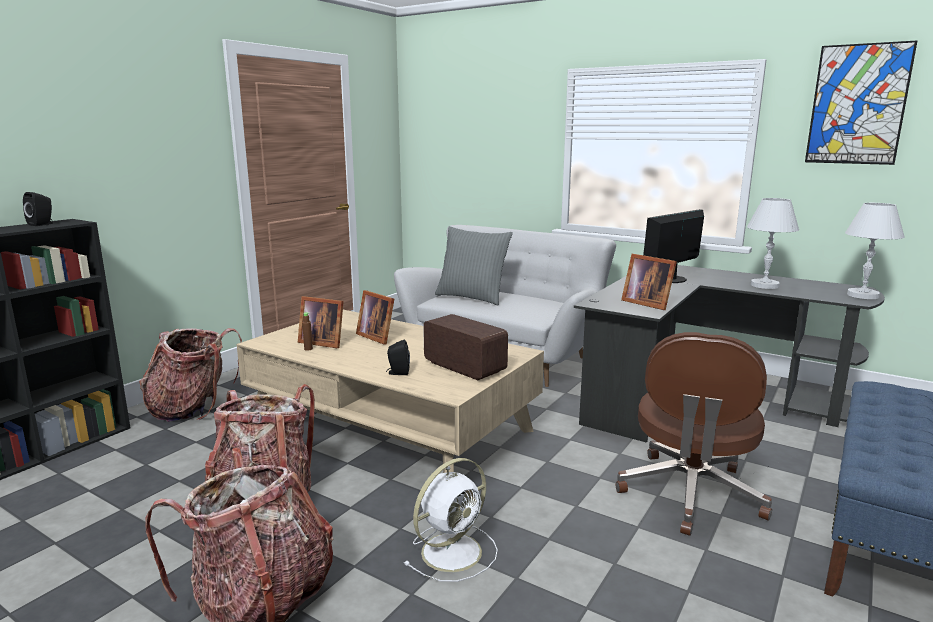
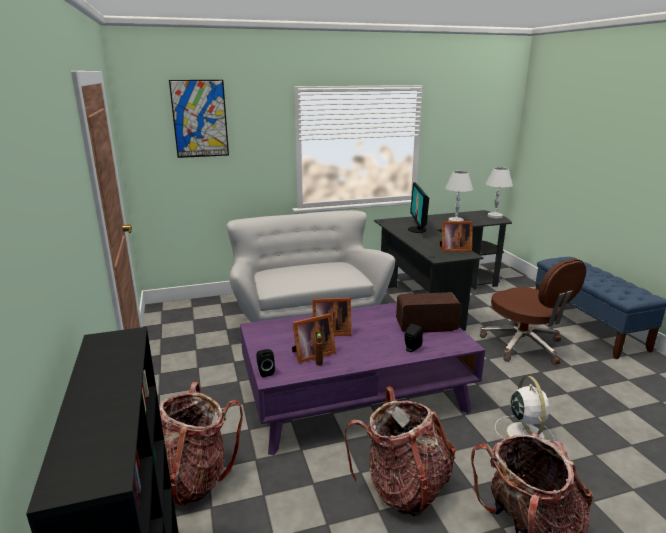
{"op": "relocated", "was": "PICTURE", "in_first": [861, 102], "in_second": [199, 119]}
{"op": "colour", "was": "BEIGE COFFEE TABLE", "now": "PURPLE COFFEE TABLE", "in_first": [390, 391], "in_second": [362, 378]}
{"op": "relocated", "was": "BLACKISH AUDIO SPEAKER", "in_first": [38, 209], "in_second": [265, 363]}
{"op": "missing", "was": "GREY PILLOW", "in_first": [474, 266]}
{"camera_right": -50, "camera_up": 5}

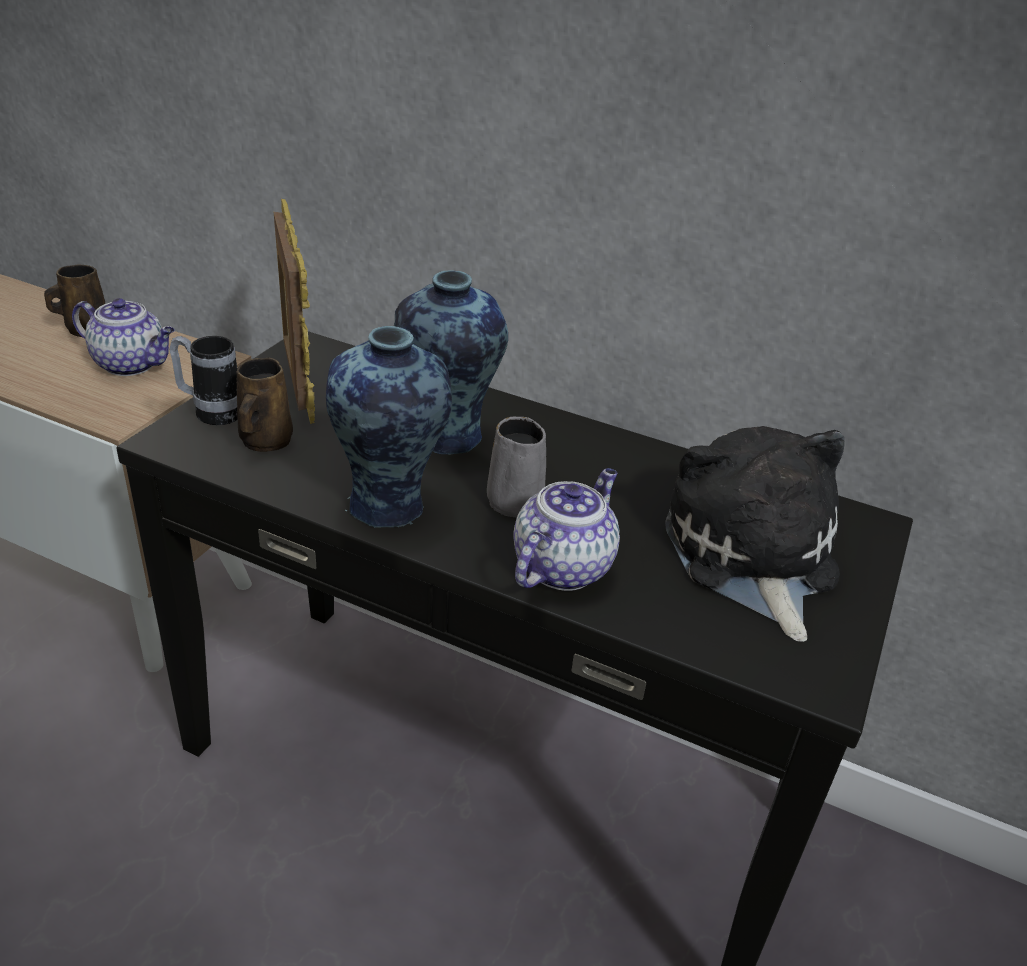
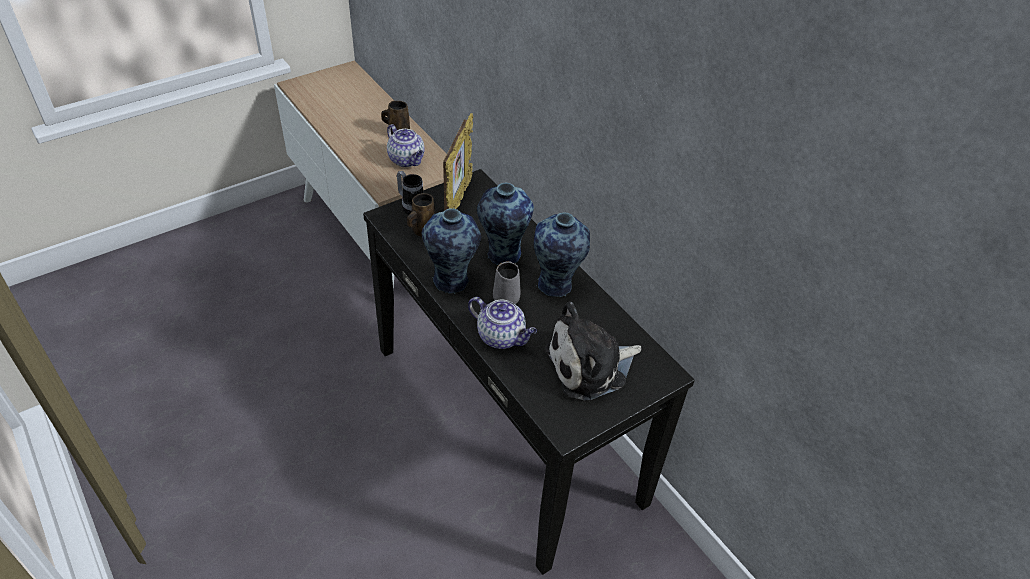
{"op": "spun", "was": "TEAPOT", "in_first": [566, 529], "in_second": [502, 323], "clockwise": 60}
{"op": "appeared", "now": "VASE", "in_second": [562, 254]}
{"op": "spun", "was": "SOFT TOY", "in_first": [755, 534], "in_second": [593, 351], "clockwise": -135}
{"camera_right": 30, "camera_up": 10}

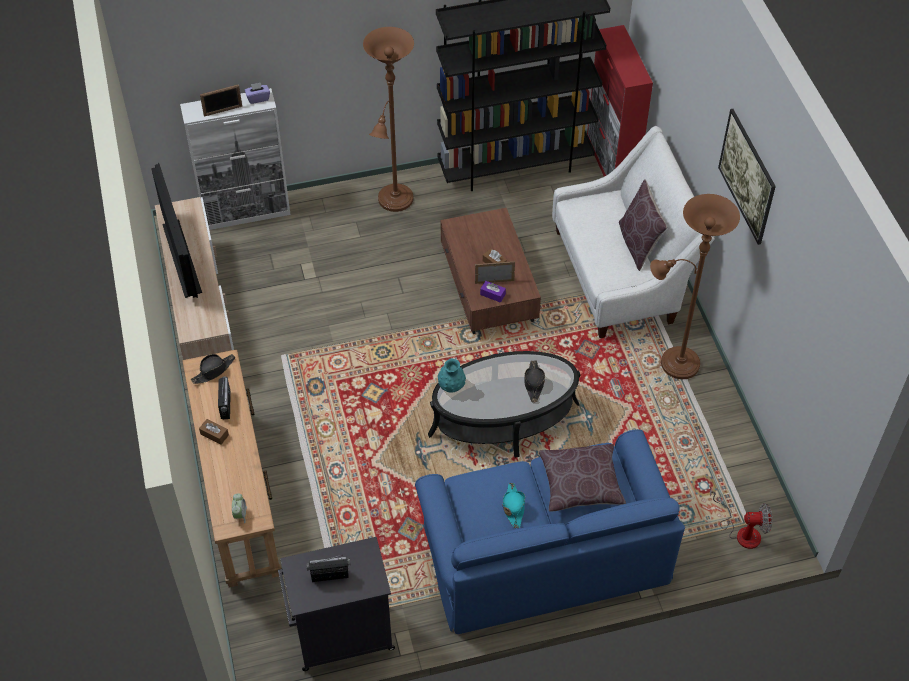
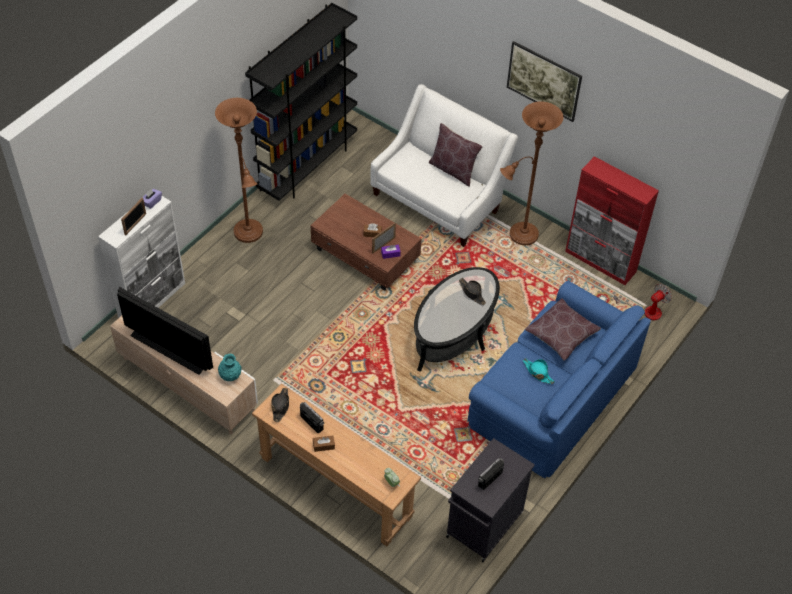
{"op": "relocated", "was": "TURQUOISE VASE", "in_first": [452, 375], "in_second": [230, 367]}
{"op": "relocated", "was": "RED STORAGE CABINET", "in_first": [620, 101], "in_second": [612, 220]}
{"camera_right": -40, "camera_up": 0}

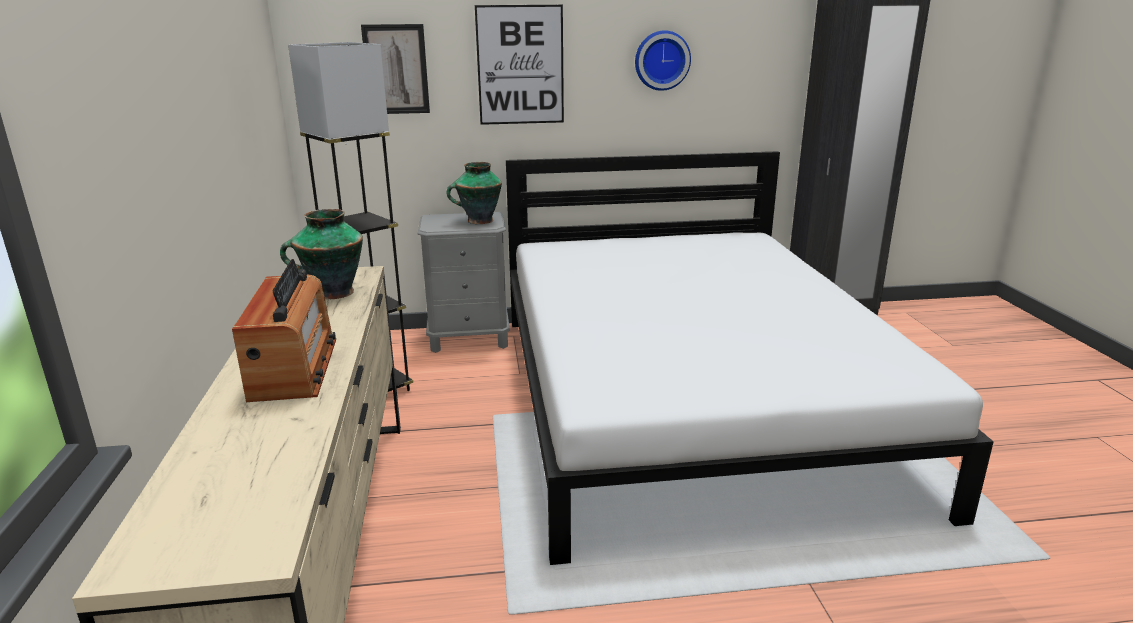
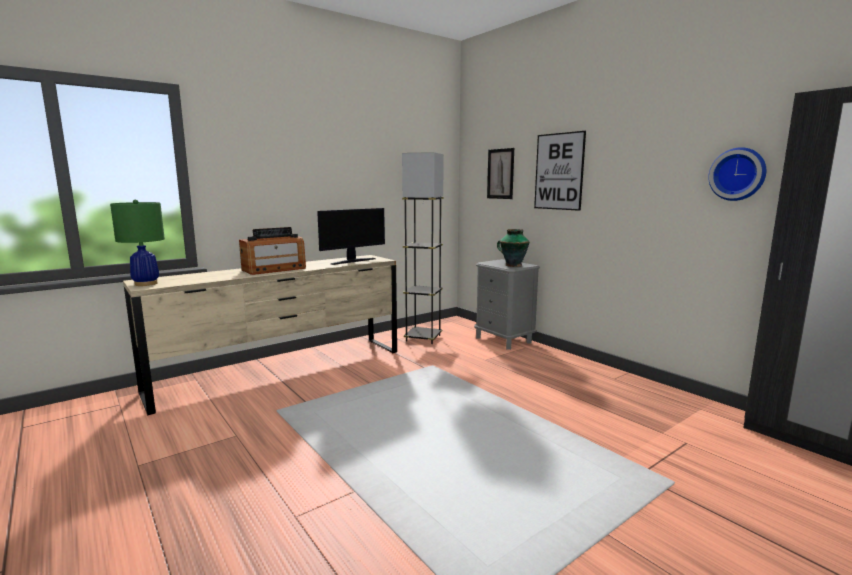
{"op": "appeared", "now": "GREENISH LAMP FOR A TABLE", "in_second": [137, 242]}
{"op": "exchanged", "was": "VASE", "now": "MONITOR", "in_first": [321, 254], "in_second": [351, 236]}
{"op": "relocated", "was": "HANGING CLOCK", "in_first": [663, 60], "in_second": [737, 174]}
{"op": "missing", "was": "WHITE-COLOURED BED", "in_first": [750, 358]}
{"camera_right": 60, "camera_up": -10}

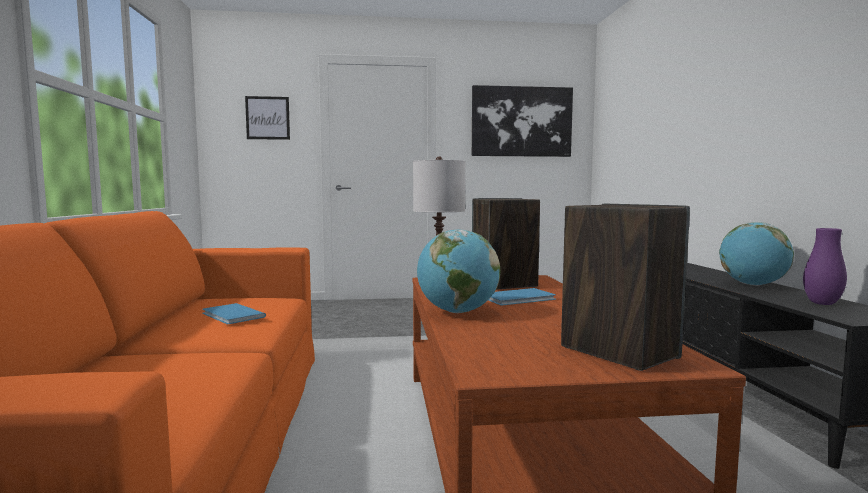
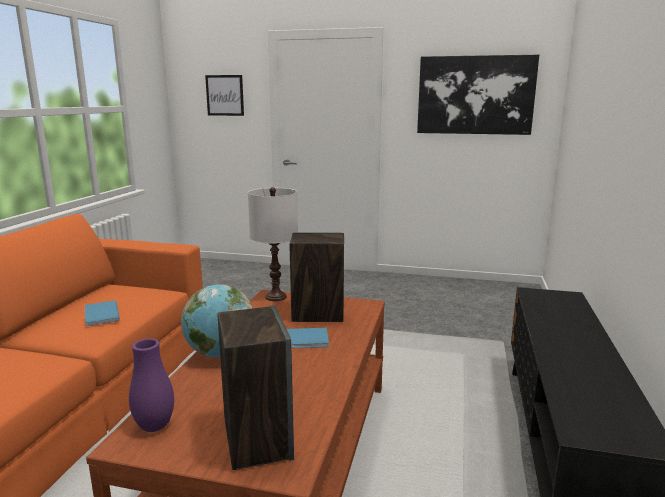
{"op": "relocated", "was": "PURPLE VASE", "in_first": [825, 266], "in_second": [151, 385]}
{"op": "missing", "was": "GLOBE", "in_first": [756, 254]}
{"camera_right": 20, "camera_up": 10}

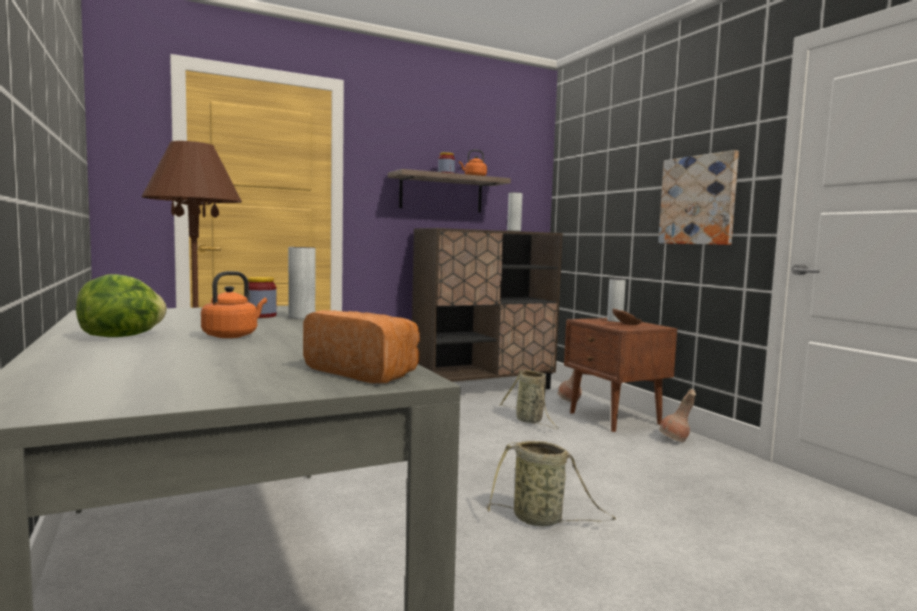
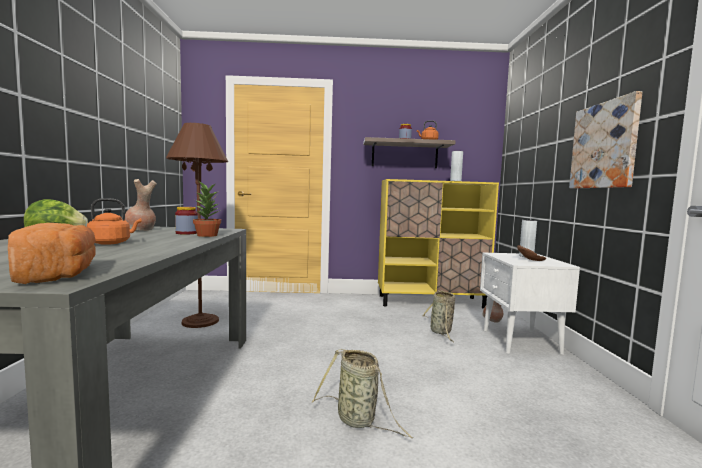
{"op": "relocated", "was": "BROWN VASE", "in_first": [677, 415], "in_second": [141, 205]}
{"op": "exchanged", "was": "GREY VASE", "now": "PLANT IN A POT", "in_first": [301, 283], "in_second": [207, 209]}
{"op": "colour", "was": "BROWN STORAGE CABINET", "now": "YELLOWISH STORAGE CABINET", "in_first": [487, 308], "in_second": [438, 244]}
{"op": "colour", "was": "BROWN NIGHT TABLE", "now": "WHITE-COLOURED NIGHT TABLE", "in_first": [620, 375], "in_second": [530, 303]}
{"camera_right": 25, "camera_up": 0}

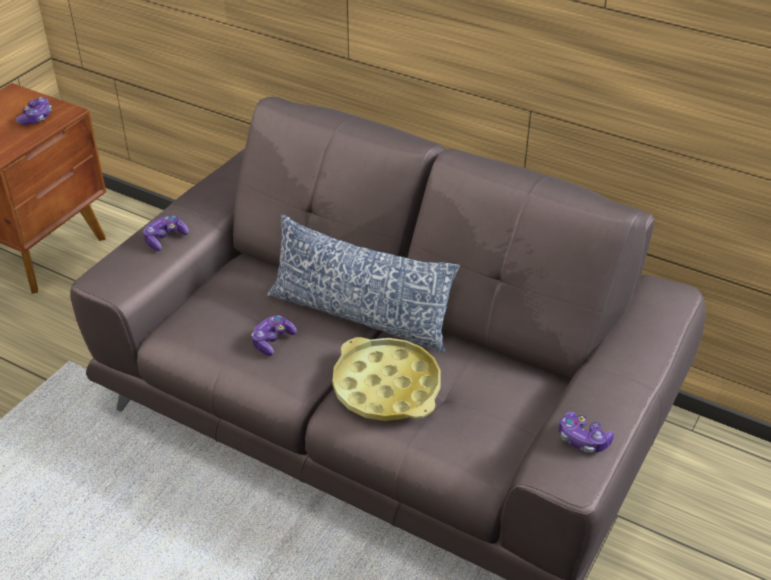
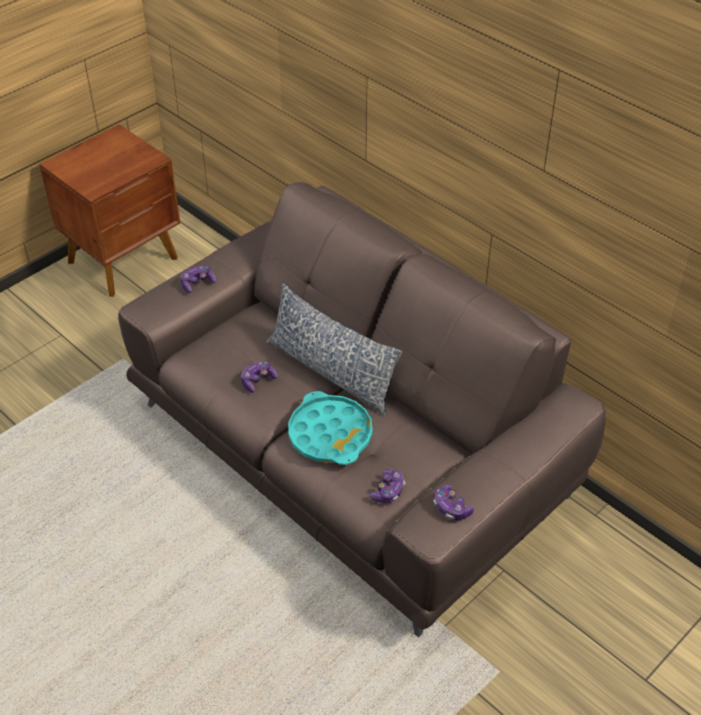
{"op": "colour", "was": "YELLOWISH SERVING TRAY", "now": "TURQUOISE SERVING TRAY", "in_first": [386, 379], "in_second": [330, 428]}
{"op": "relocated", "was": "GAME CONTROLLER", "in_first": [34, 111], "in_second": [387, 486]}
{"camera_right": 15, "camera_up": 5}

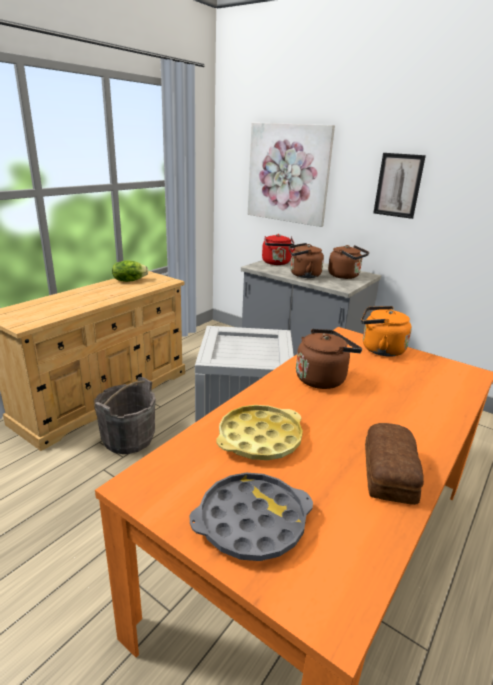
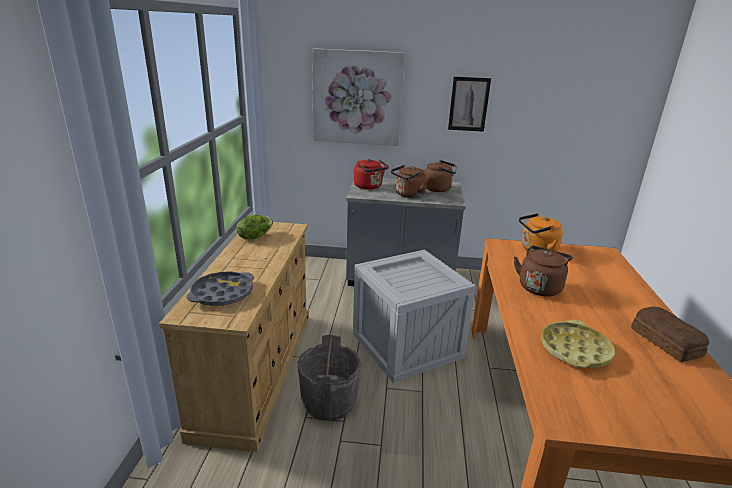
{"op": "relocated", "was": "GREY SERVING TRAY", "in_first": [251, 517], "in_second": [220, 288]}
{"camera_right": -30, "camera_up": 0}

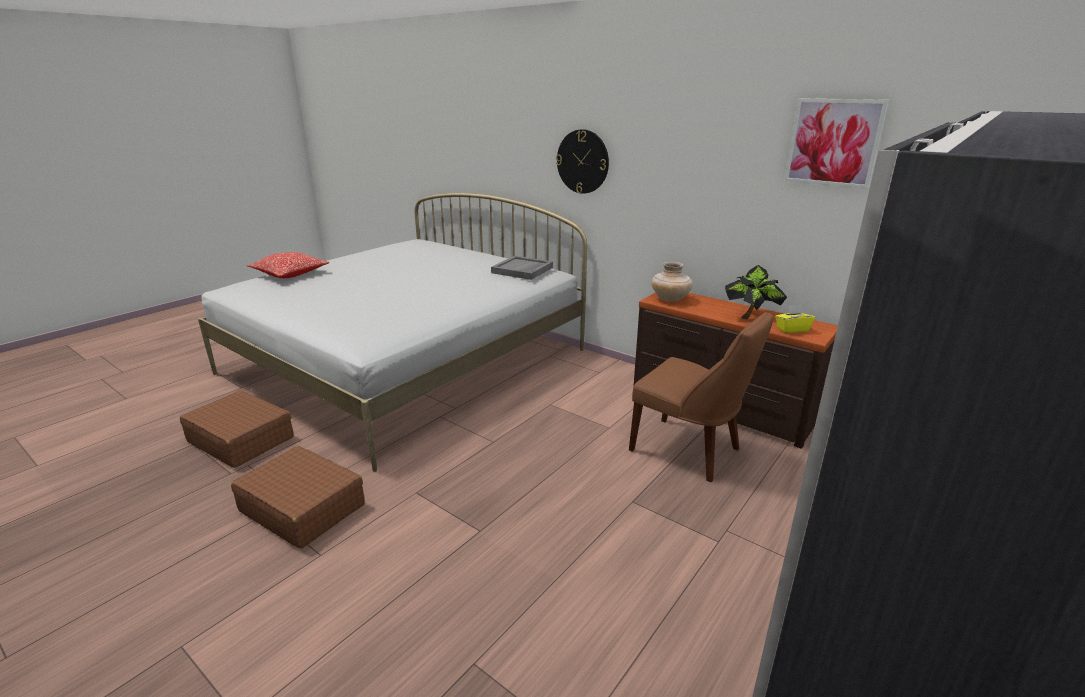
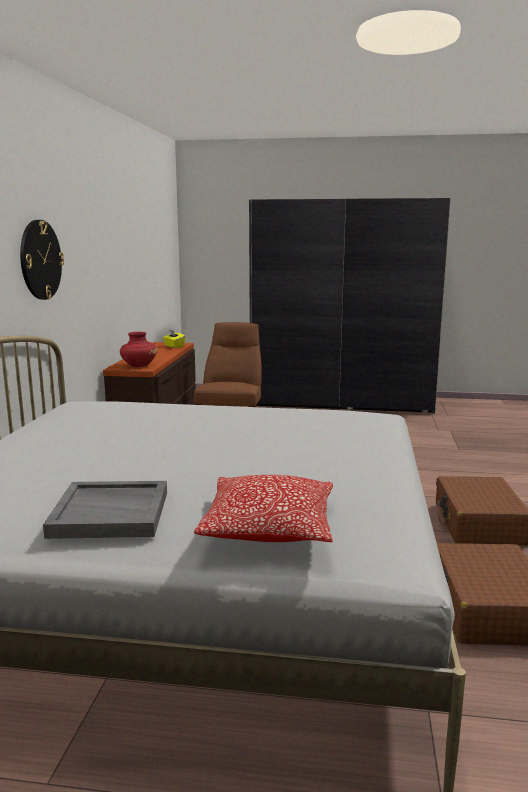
{"op": "relocated", "was": "GREY SERVING TRAY", "in_first": [522, 268], "in_second": [105, 510]}
{"op": "colour", "was": "BEIGE VASE", "now": "RED VASE", "in_first": [672, 282], "in_second": [138, 349]}
{"op": "missing", "was": "PLANT IN A POT", "in_first": [756, 292]}
{"op": "missing", "was": "PICTURE", "in_first": [836, 143]}
{"camera_right": -120, "camera_up": -10}

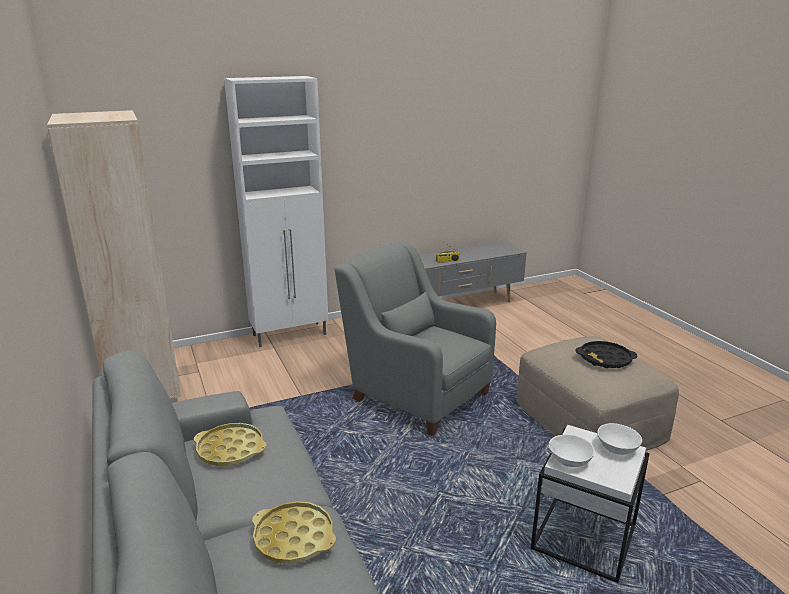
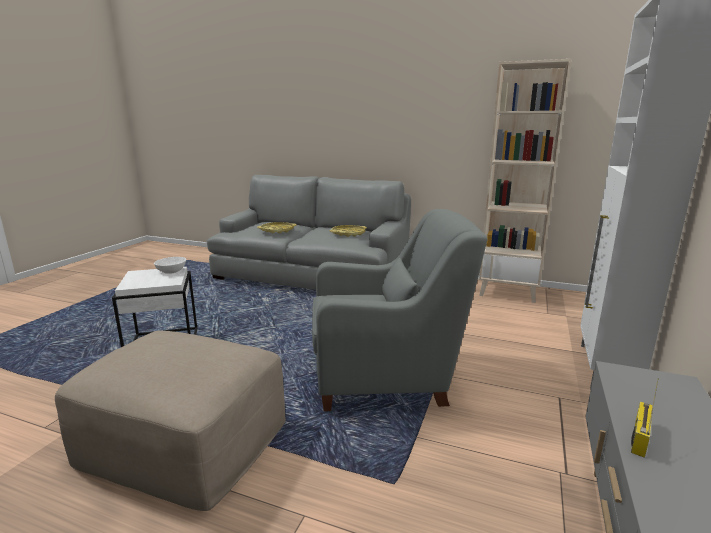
{"op": "missing", "was": "BLACKISH SERVING TRAY", "in_first": [606, 354]}
{"op": "missing", "was": "WHITE-COLOURED SERVING BOWL", "in_first": [619, 439]}
{"camera_right": 135, "camera_up": -5}

